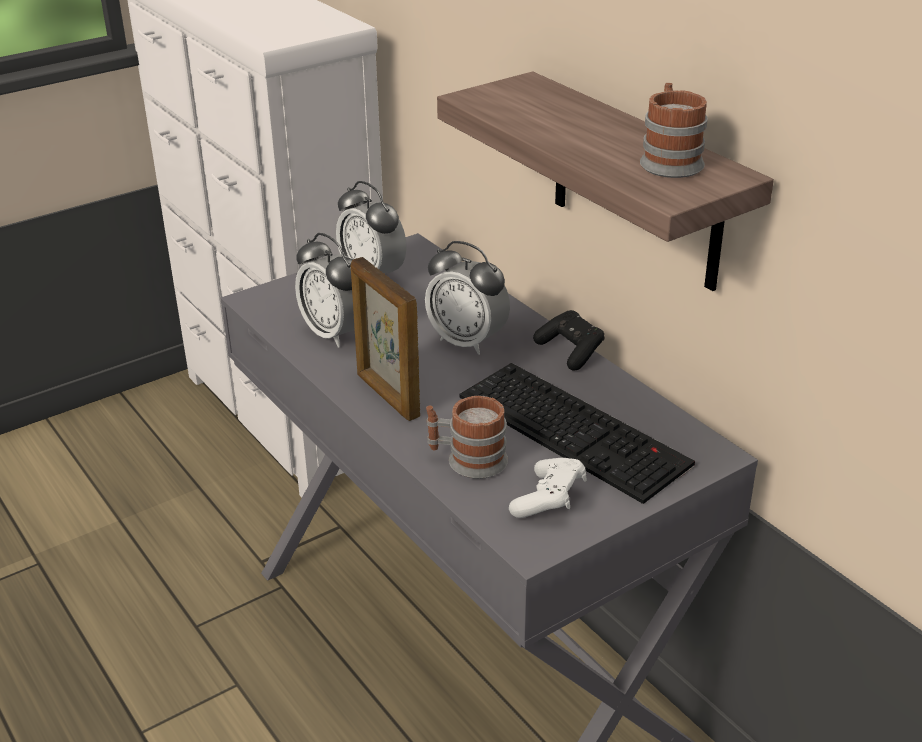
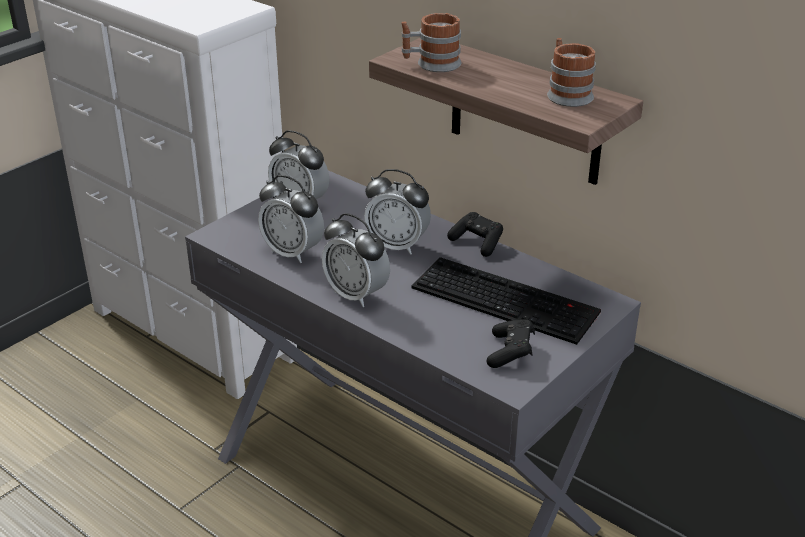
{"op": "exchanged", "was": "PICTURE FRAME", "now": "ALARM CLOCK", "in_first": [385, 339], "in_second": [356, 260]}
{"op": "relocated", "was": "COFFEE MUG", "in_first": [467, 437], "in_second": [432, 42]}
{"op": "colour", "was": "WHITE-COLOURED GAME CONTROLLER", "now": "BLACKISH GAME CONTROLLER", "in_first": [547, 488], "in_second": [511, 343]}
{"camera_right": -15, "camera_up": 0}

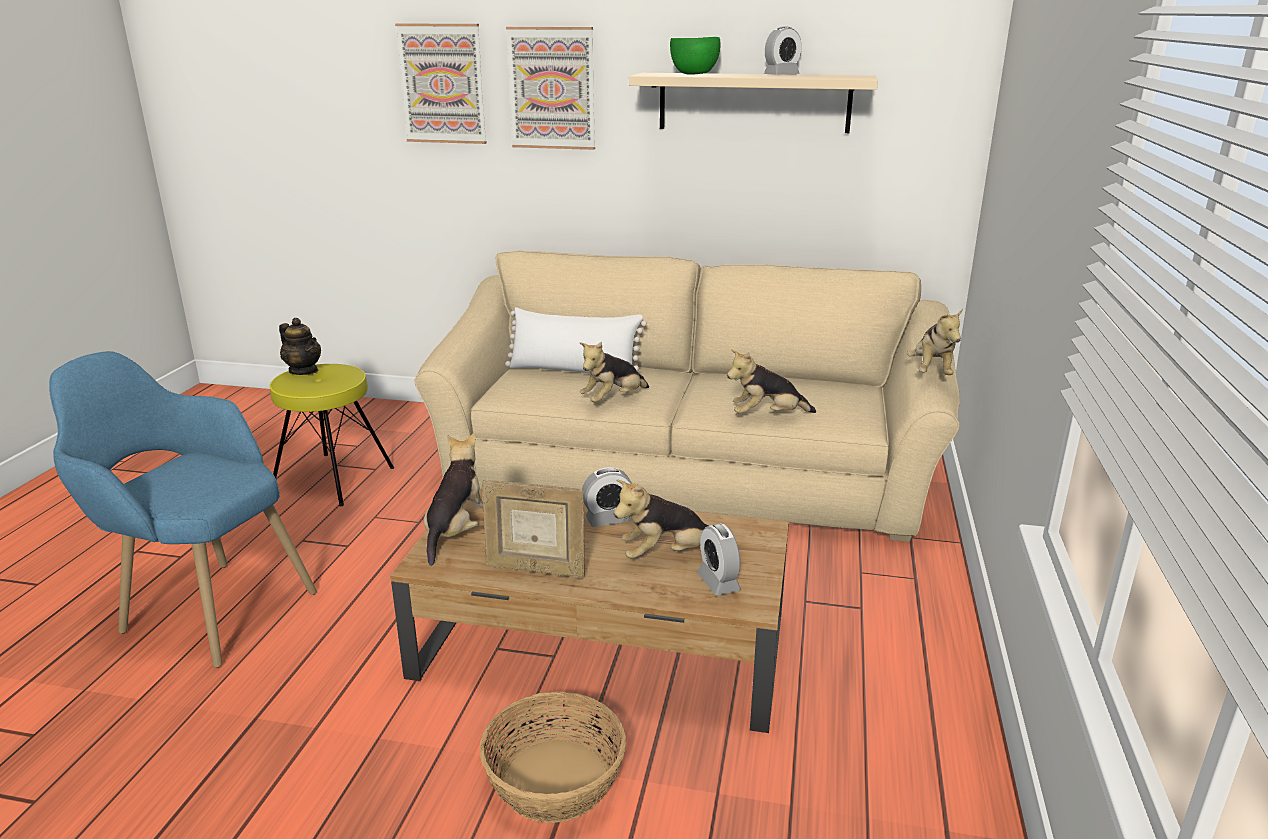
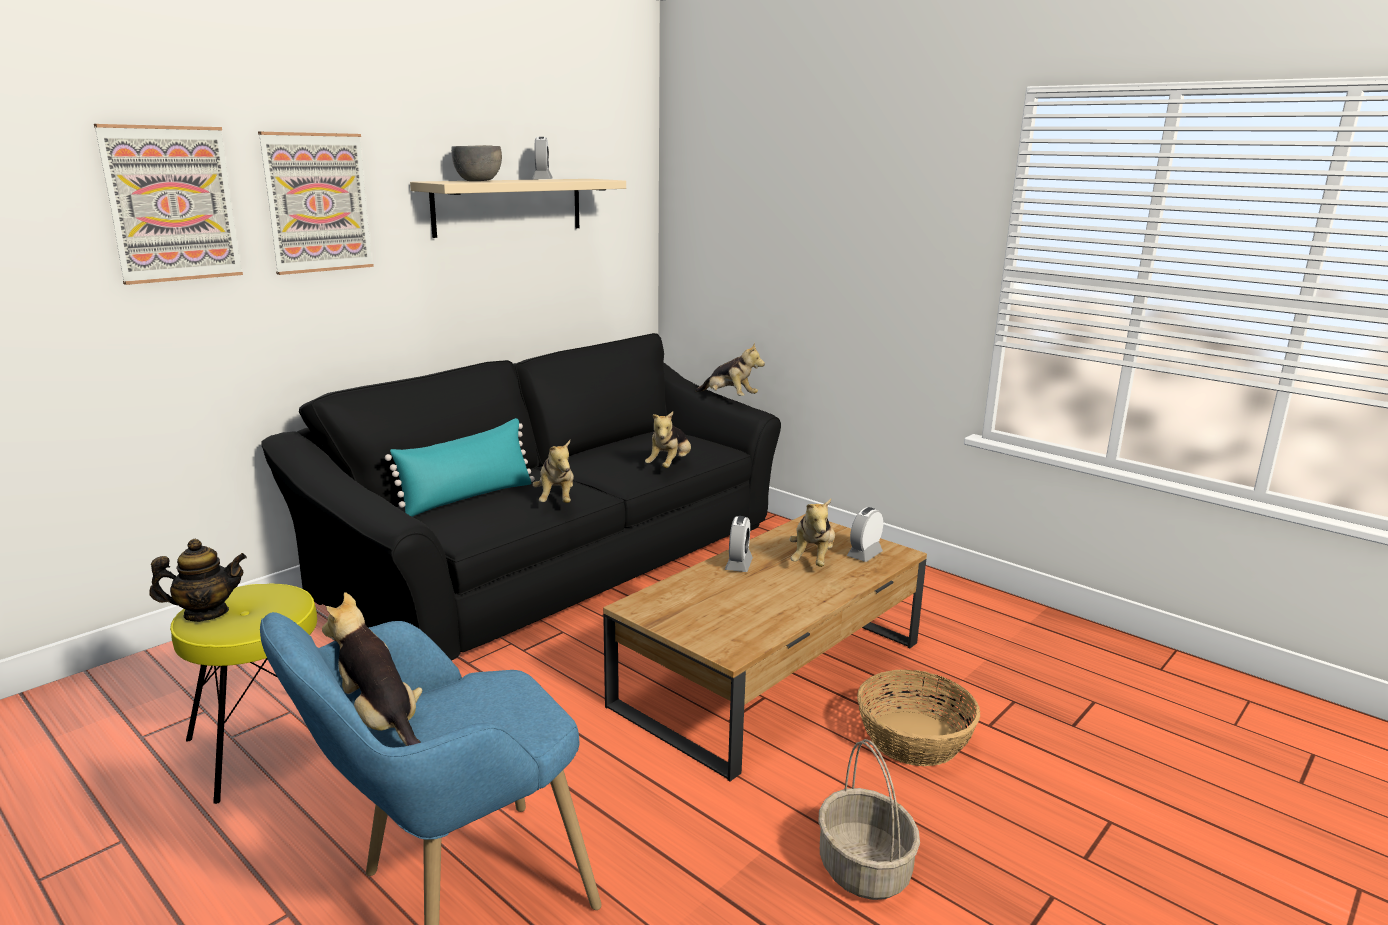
{"op": "colour", "was": "BEIGE COUCH", "now": "BLACKISH COUCH", "in_first": [687, 396], "in_second": [521, 497]}
{"op": "relocated", "was": "SOFT TOY", "in_first": [453, 499], "in_second": [372, 669]}
{"op": "colour", "was": "WHITE-COLOURED PILLOW", "now": "TURQUOISE PILLOW", "in_first": [576, 340], "in_second": [459, 467]}
{"op": "colour", "was": "GREENISH SERVING BOWL", "now": "GREY SERVING BOWL", "in_first": [695, 56], "in_second": [476, 163]}
{"op": "appeared", "now": "HOUSEHOLD BASKET", "in_second": [869, 819]}
{"op": "spun", "was": "ALARM CLOCK", "in_first": [719, 559], "in_second": [865, 534], "clockwise": 120}
{"op": "missing", "was": "PICTURE FRAME", "in_first": [533, 529]}
{"camera_right": -60, "camera_up": -5}

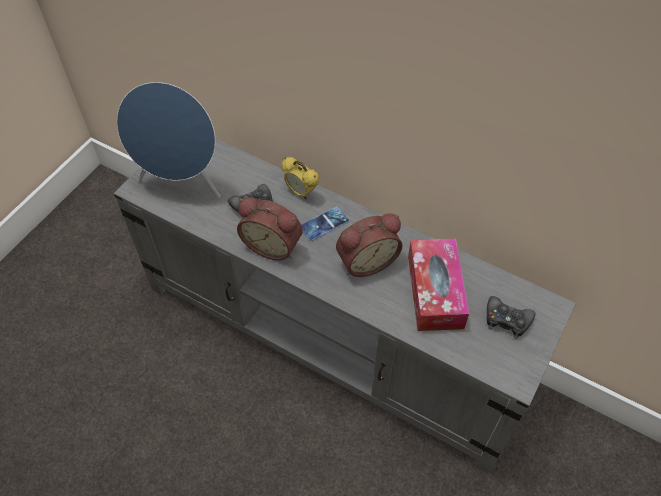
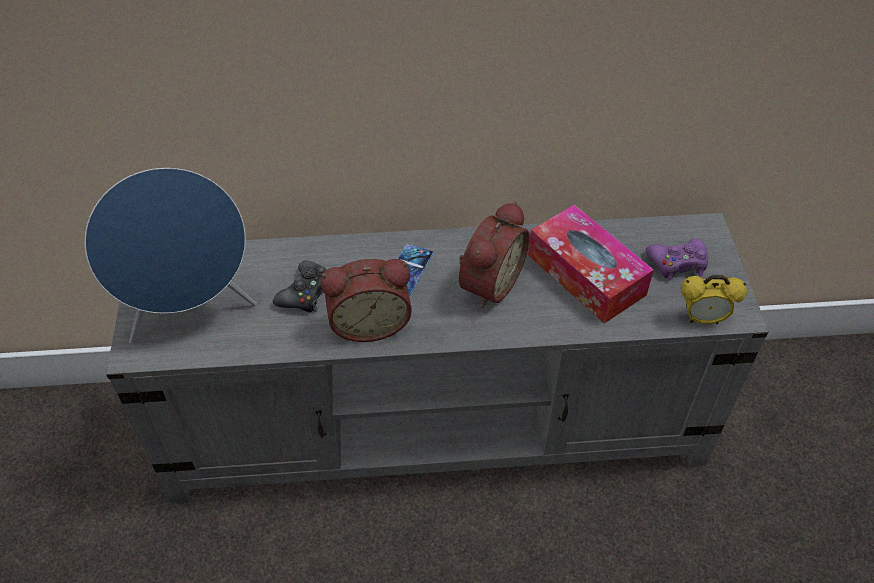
{"op": "colour", "was": "BLACKISH GAME CONTROLLER", "now": "PURPLE GAME CONTROLLER", "in_first": [511, 317], "in_second": [676, 259]}
{"op": "relocated", "was": "ALARM CLOCK", "in_first": [300, 178], "in_second": [714, 299]}
{"camera_right": -35, "camera_up": -5}

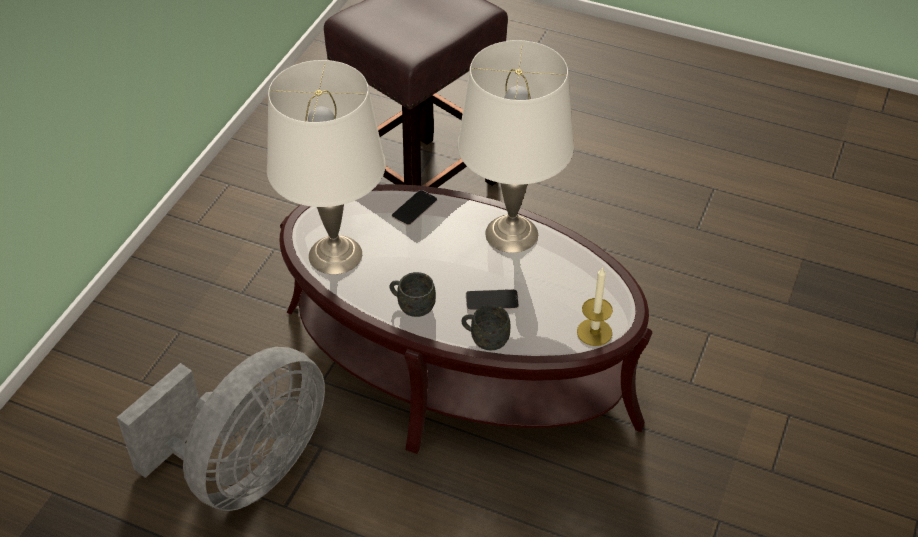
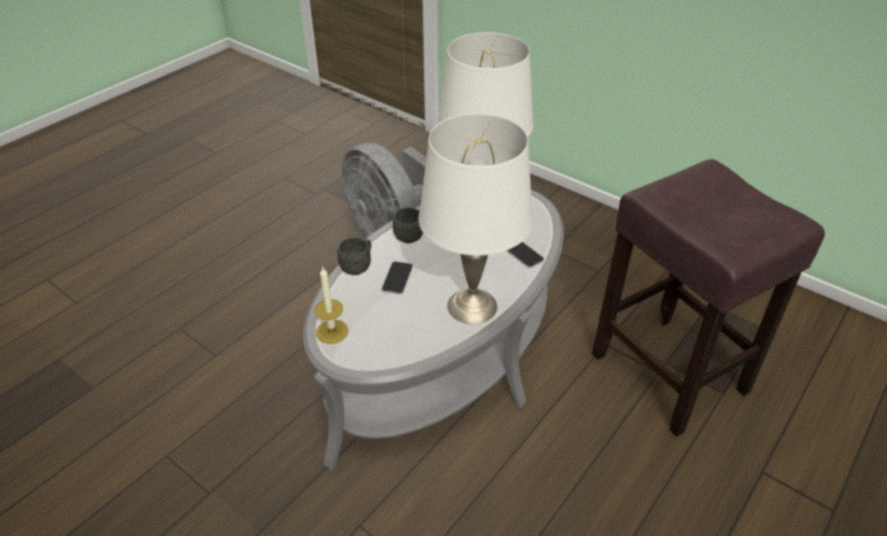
{"op": "colour", "was": "BROWN COFFEE TABLE", "now": "GREY COFFEE TABLE", "in_first": [465, 319], "in_second": [433, 330]}
{"camera_right": 105, "camera_up": -5}

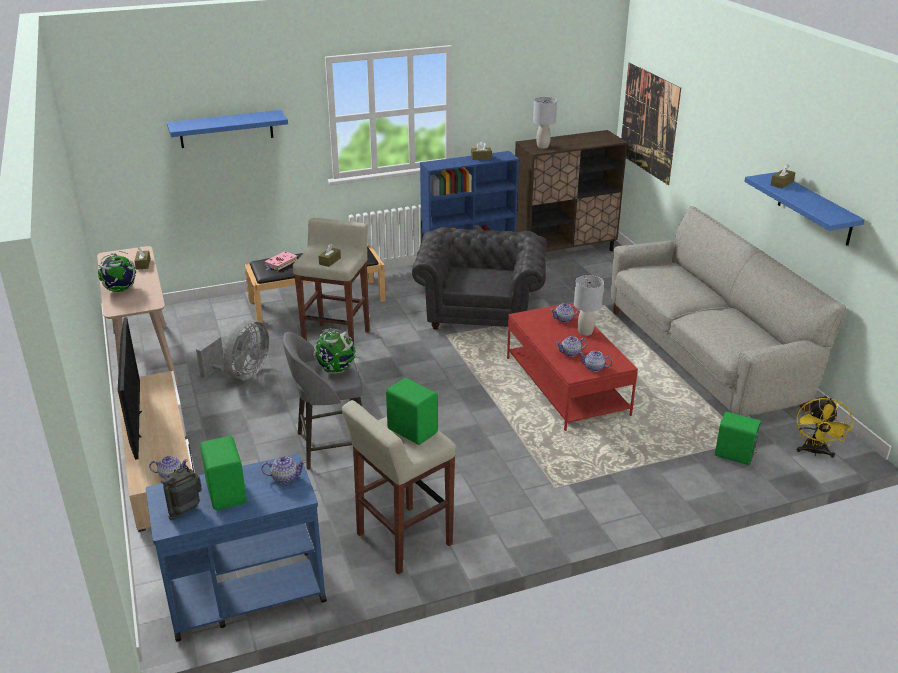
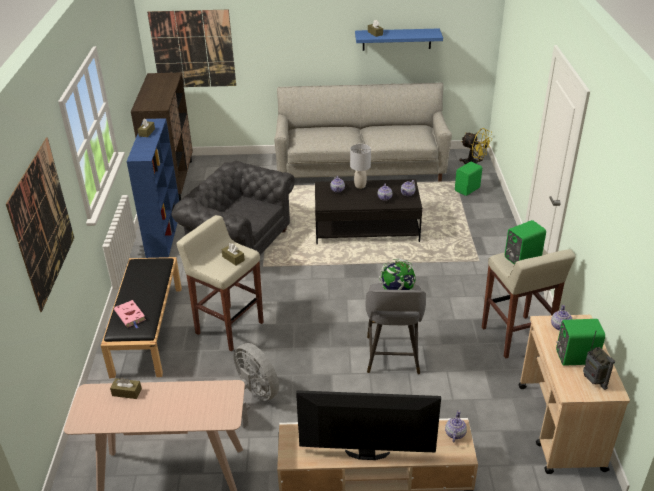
{"op": "exchanged", "was": "BLUE-COLOURED WALL SHELF", "now": "PICTURE", "in_first": [227, 129], "in_second": [40, 224]}
{"op": "colour", "was": "RED COFFEE TABLE", "now": "BLACKISH COFFEE TABLE", "in_first": [572, 367], "in_second": [368, 212]}
{"op": "colour", "was": "BLUE-COLOURED TROLLEY", "now": "BEIGE TROLLEY", "in_first": [236, 548], "in_second": [574, 394]}
{"op": "missing", "was": "GLOBE", "in_first": [117, 271]}
{"op": "missing", "was": "GREY LAMP FOR A TABLE", "in_first": [545, 123]}
{"camera_right": -70, "camera_up": 5}

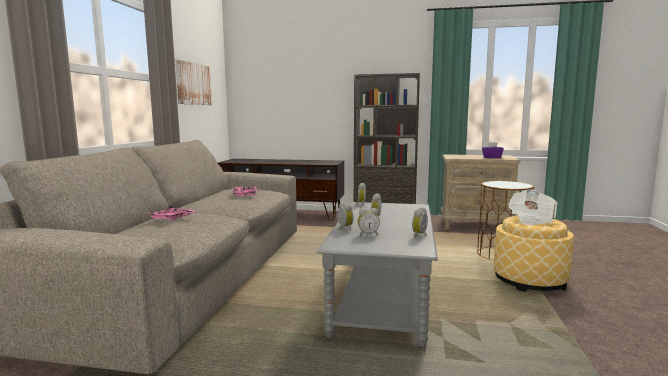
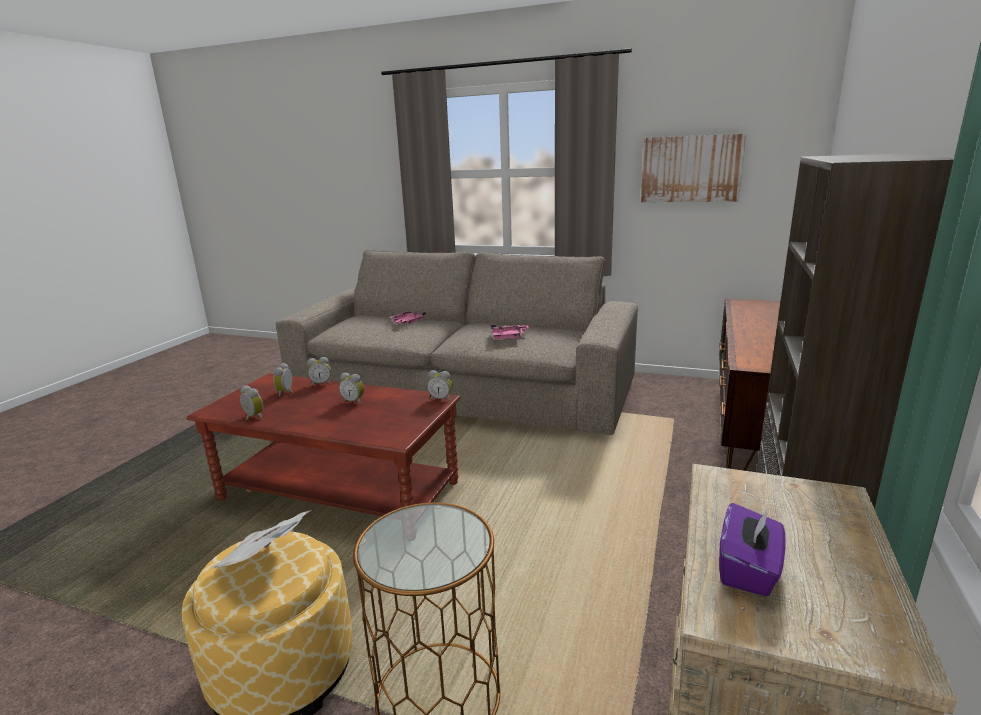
{"op": "colour", "was": "GREY COFFEE TABLE", "now": "BROWN COFFEE TABLE", "in_first": [377, 274], "in_second": [323, 444]}
{"camera_right": 100, "camera_up": 10}

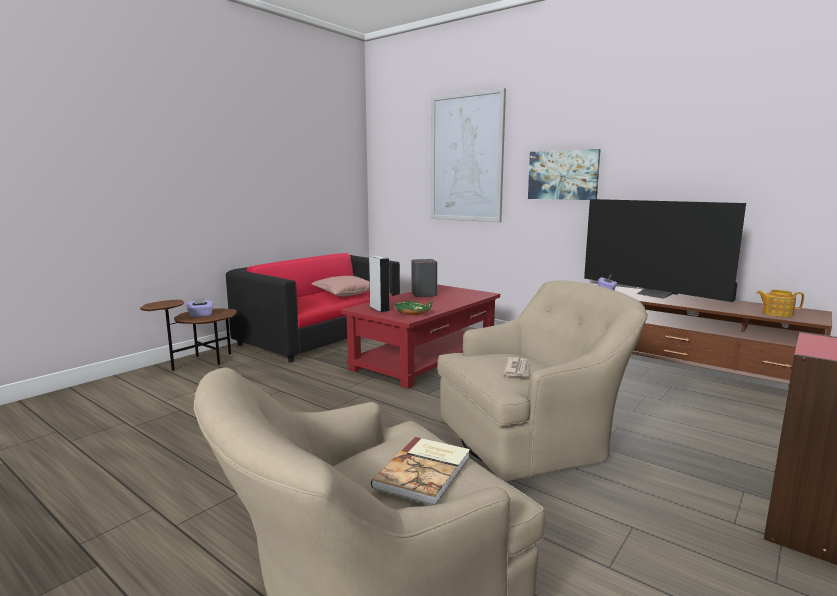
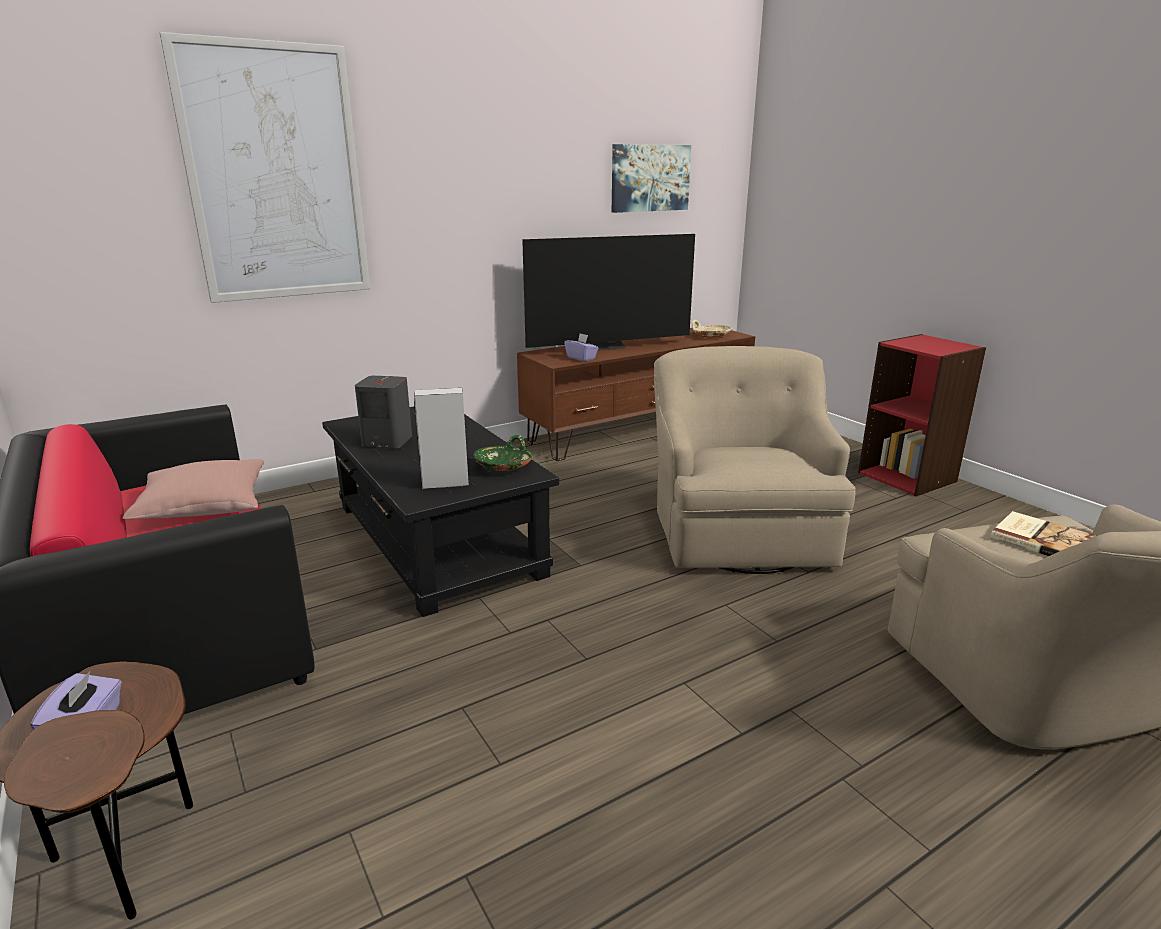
{"op": "colour", "was": "RED COFFEE TABLE", "now": "BLACKISH COFFEE TABLE", "in_first": [420, 336], "in_second": [440, 512]}
{"op": "relocated", "was": "PICTURE", "in_first": [564, 174], "in_second": [651, 178]}
{"op": "exchanged", "was": "TEAPOT", "now": "BEIGE SERVING BOWL", "in_first": [780, 303], "in_second": [712, 328]}
{"op": "missing", "was": "NEWSPAPER", "in_first": [515, 367]}
{"camera_right": -70, "camera_up": 10}

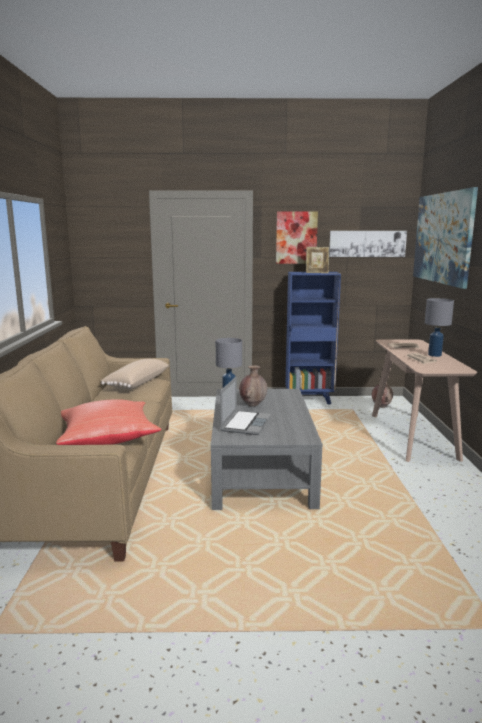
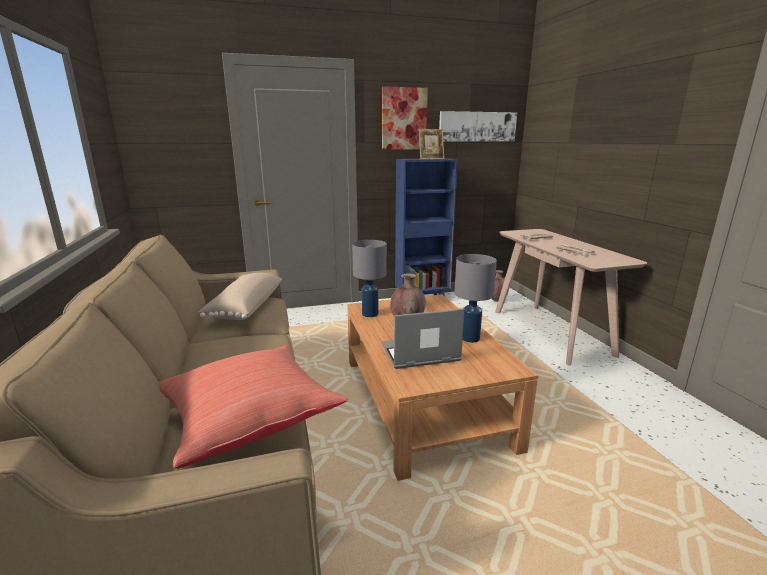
{"op": "colour", "was": "GREY COFFEE TABLE", "now": "BROWN COFFEE TABLE", "in_first": [267, 449], "in_second": [442, 387]}
{"op": "spun", "was": "PORTABLE COMPUTER", "in_first": [245, 405], "in_second": [423, 339], "clockwise": -105}
{"op": "relocated", "was": "GREY LAMP FOR A TABLE", "in_first": [439, 327], "in_second": [475, 298]}
{"op": "missing", "was": "PICTURE", "in_first": [445, 238]}
{"camera_right": -15, "camera_up": 5}

